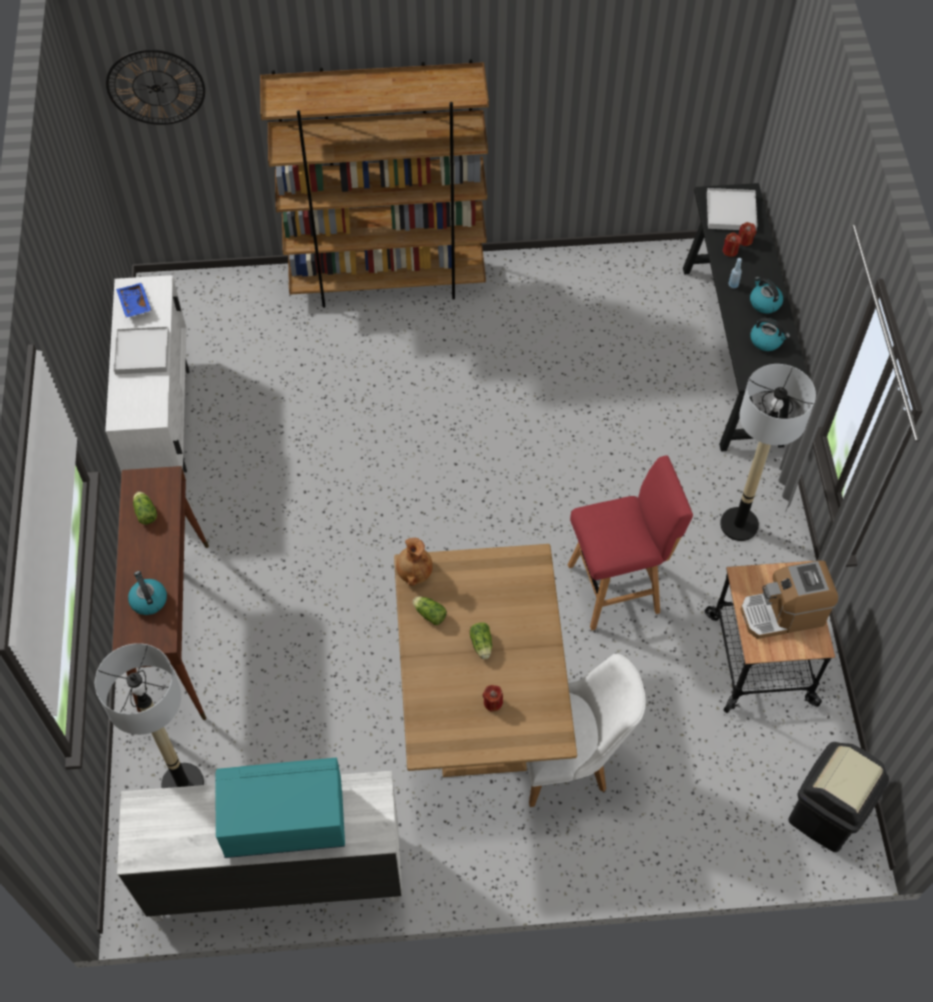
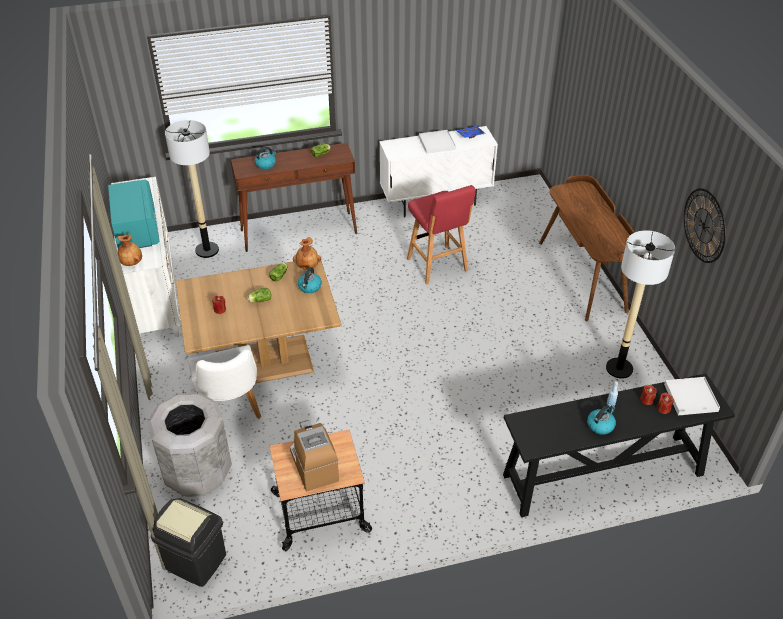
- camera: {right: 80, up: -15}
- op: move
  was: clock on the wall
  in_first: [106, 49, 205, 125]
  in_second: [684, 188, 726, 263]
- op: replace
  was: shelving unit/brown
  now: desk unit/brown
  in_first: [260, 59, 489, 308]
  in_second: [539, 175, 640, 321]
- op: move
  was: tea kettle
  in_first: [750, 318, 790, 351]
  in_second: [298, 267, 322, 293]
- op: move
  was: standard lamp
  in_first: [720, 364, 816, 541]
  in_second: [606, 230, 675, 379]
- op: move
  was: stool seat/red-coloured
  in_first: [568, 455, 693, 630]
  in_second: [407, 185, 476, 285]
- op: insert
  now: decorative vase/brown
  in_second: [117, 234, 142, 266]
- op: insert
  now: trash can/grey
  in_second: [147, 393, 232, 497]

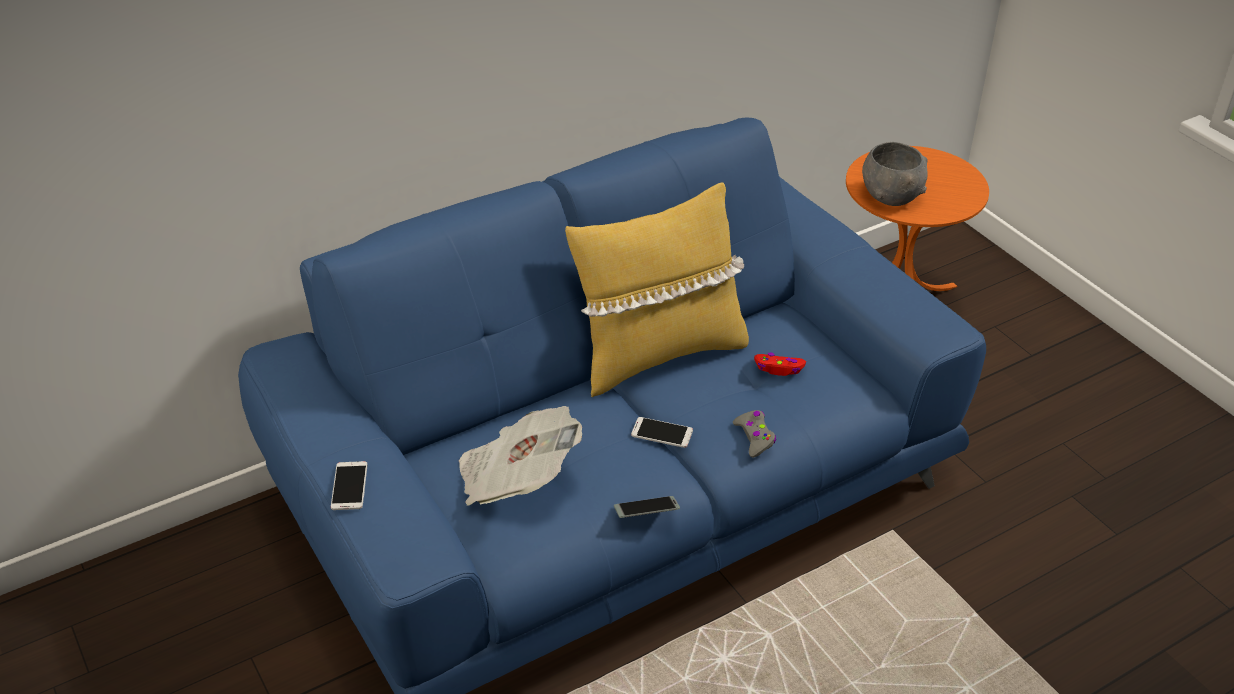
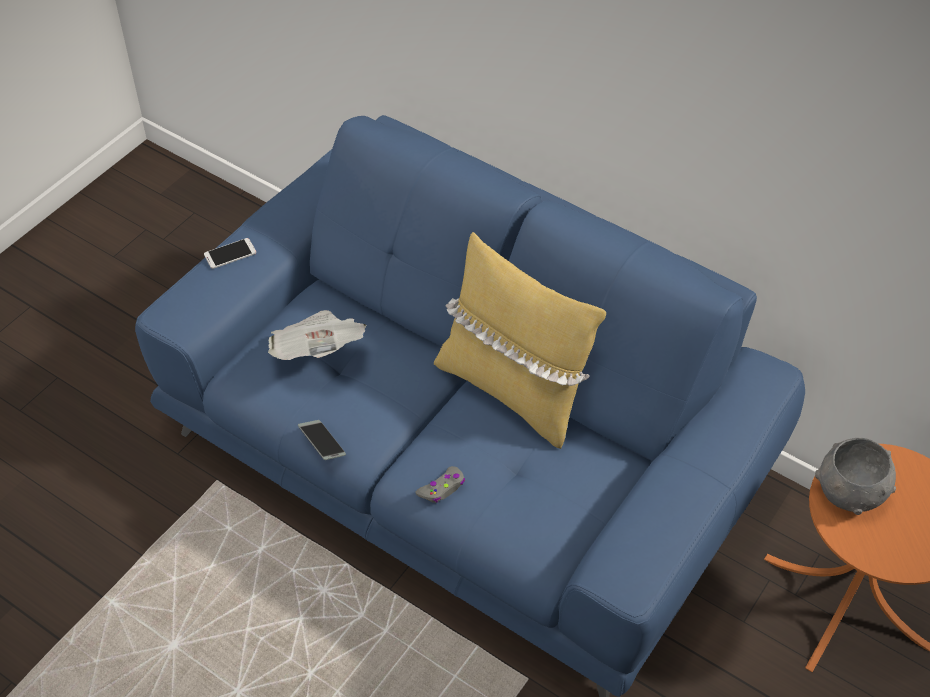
- camera: {right: 65, up: 10}
- op: delete
  was: game controller/red-coloured
  in_first: [754, 352, 806, 376]
- op: delete
  was: phone
  in_first: [631, 417, 693, 448]

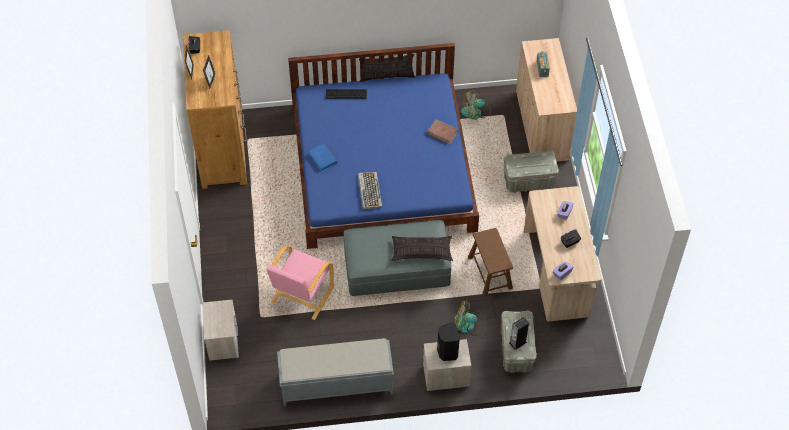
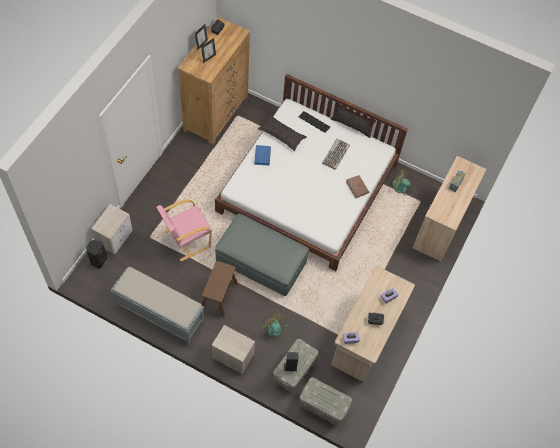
- camera: {right: 30, up: 5}
- op: recolor
  was: bedroom bed/blue-coloured
  now: bedroom bed/white-coloured
  in_first: [288, 43, 479, 249]
  in_second: [215, 74, 408, 271]
- op: move
  was: storage box/grey
  in_first: [504, 151, 559, 193]
  in_second: [300, 378, 352, 425]
- op: move
  was: PC keyboard
  in_first: [358, 172, 382, 210]
  in_second: [322, 139, 350, 170]
- op: move
  was: stool seat/brown
  in_first: [468, 228, 513, 297]
  in_second: [202, 261, 238, 317]
- op: move
  was: cushion
  in_first: [391, 236, 453, 261]
  in_second: [258, 115, 307, 151]
- op: move
  was: audio speaker/black
  in_first: [437, 322, 460, 361]
  in_second: [86, 240, 107, 269]

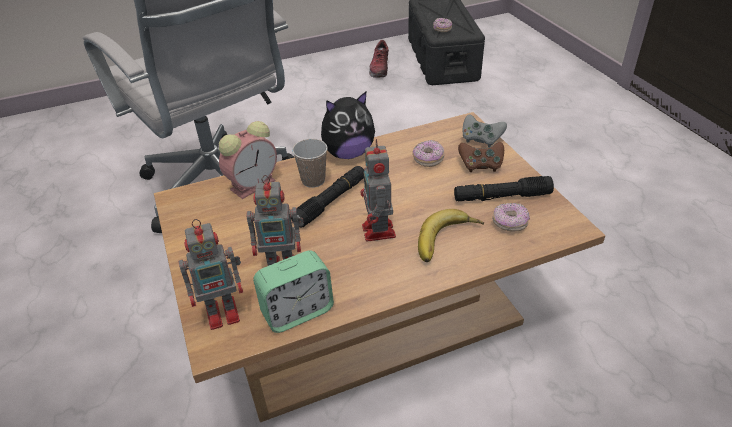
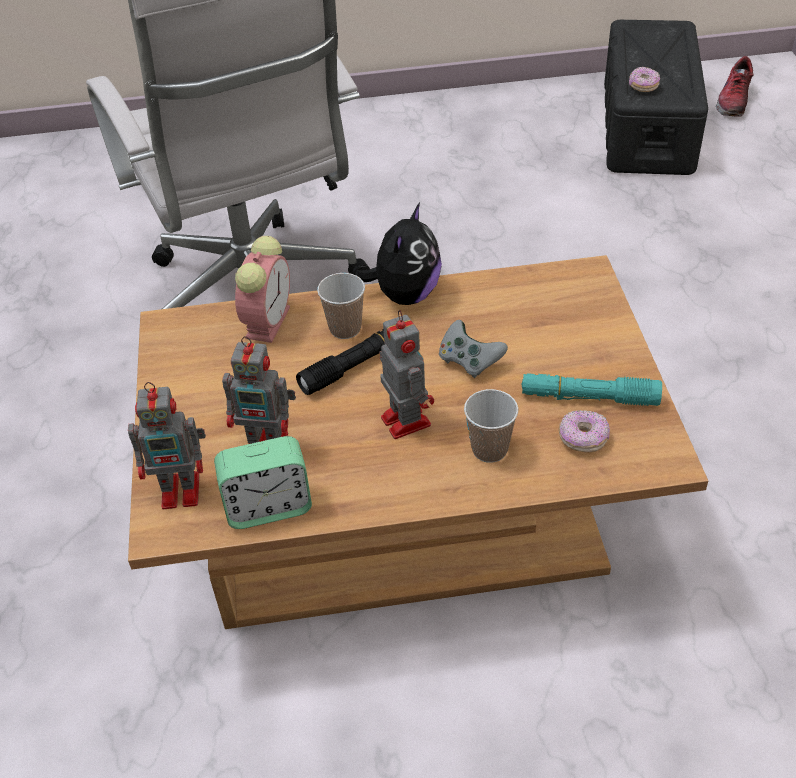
- camera: {right: 15, up: 5}
- op: move
  was: low shoe
  in_first: [369, 40, 389, 78]
  in_second: [716, 56, 754, 117]
- op: rotate
  was: plush toy
  in_first: [321, 92, 375, 159]
  in_second: [355, 203, 442, 305]
  clockwise: -60
- op: move
  was: game controller/grey
  in_first: [463, 114, 507, 147]
  in_second: [439, 320, 508, 378]
- op: rotate
  was: table clock
  in_first: [219, 121, 277, 199]
  in_second: [235, 236, 290, 343]
  clockwise: -45
- op: rotate
  was: robot figure
  in_first: [360, 139, 396, 242]
  in_second: [379, 310, 434, 439]
  clockwise: 150
- op: delete
  was: ring doughnut
  in_first: [413, 140, 444, 167]
- op: delete
  was: game controller/brown
  in_first: [458, 142, 504, 172]
- op: recolor
  was: torch/black
  now: torch/blue-green
  in_first: [454, 176, 554, 201]
  in_second: [522, 373, 662, 406]
- op: replace
  was: whole banana
  now: drinking cup
  in_first: [418, 209, 484, 262]
  in_second: [464, 389, 518, 463]

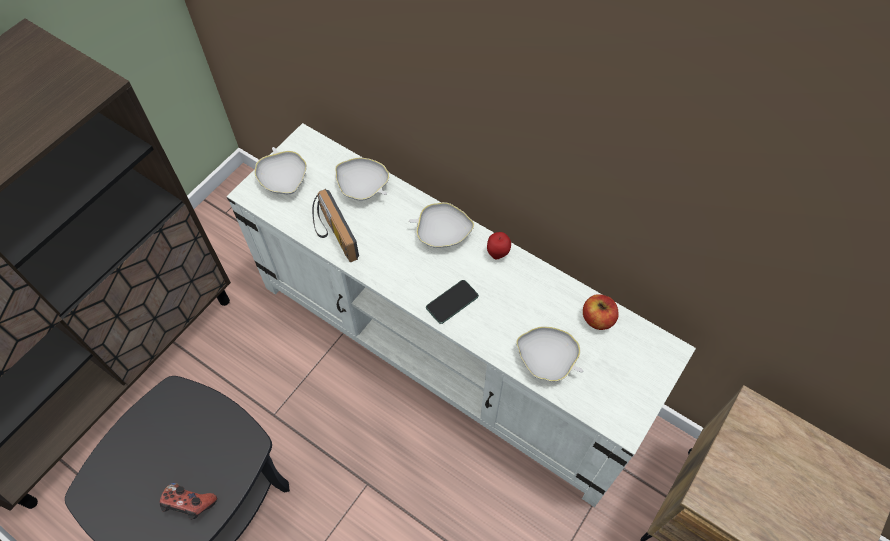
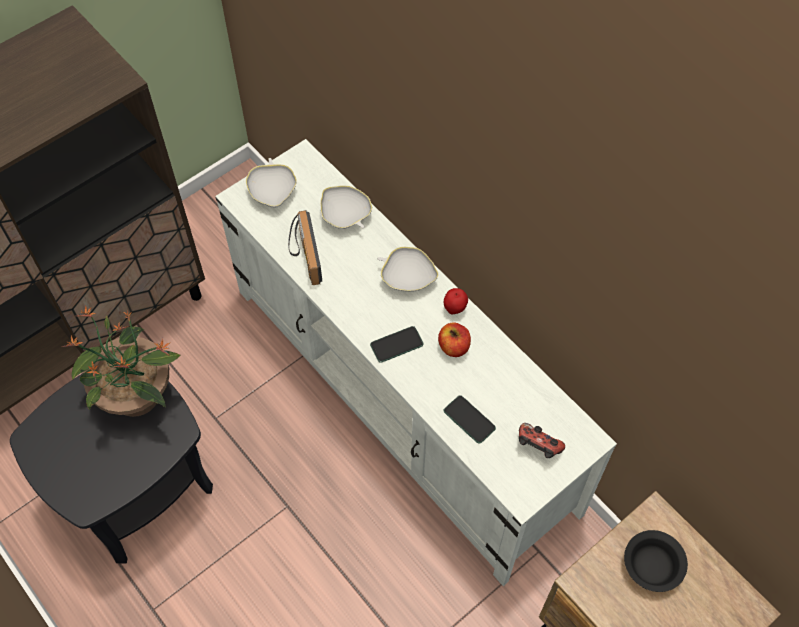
- camera: {right: 15, up: 0}
- op: move
  was: whole apple
  in_first: [583, 294, 619, 330]
  in_second: [438, 322, 471, 357]
- op: replace
  was: bowl/white-coloured
  now: phone
  in_first: [516, 326, 583, 382]
  in_second: [444, 395, 496, 444]
- op: move
  was: game controller
  in_first: [160, 483, 217, 520]
  in_second: [519, 423, 565, 458]
- op: insert
  now: houseplant
  in_second: [62, 306, 180, 417]
- op: insert
  now: bowl/black
  in_second: [624, 530, 688, 592]

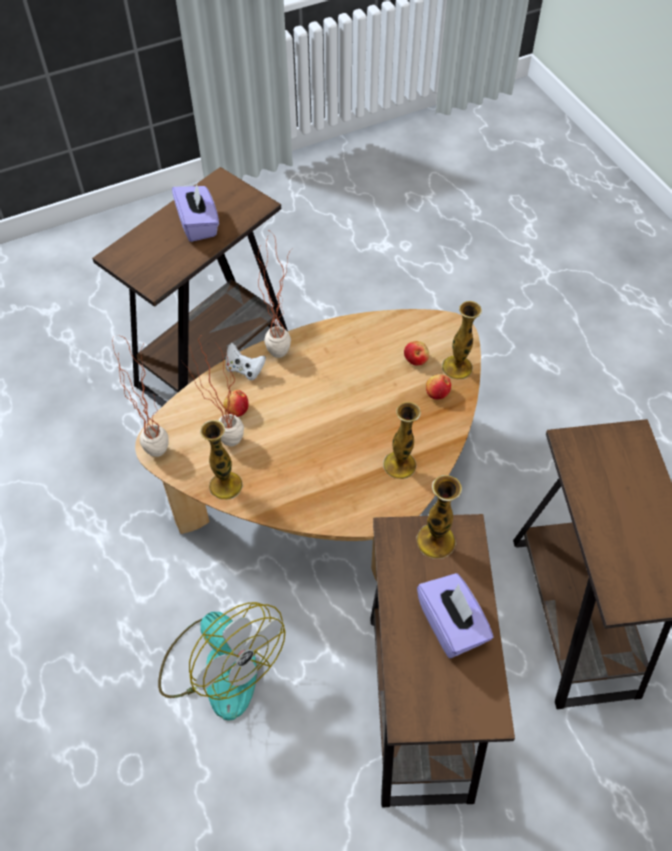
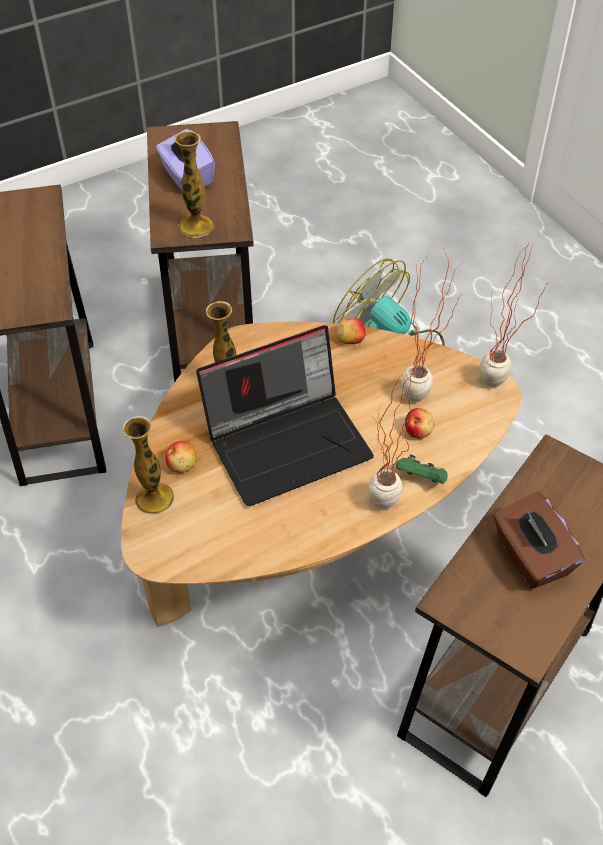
- camera: {right: 175, up: -5}
- op: recolor
  was: tissue box/purple-coloured
  now: tissue box/brown
  in_first: [172, 184, 219, 242]
  in_second: [493, 491, 585, 588]
- op: move
  was: whole apple
  in_first: [404, 341, 429, 365]
  in_second: [337, 318, 366, 344]
- op: recolor
  was: game controller/white-coloured
  now: game controller/green-coloured
  in_first: [226, 343, 266, 380]
  in_second: [396, 454, 447, 484]
- op: delete
  was: decorative vase
  in_first: [200, 420, 243, 500]
- op: insert
  now: notebook computer
  in_second: [196, 325, 374, 506]

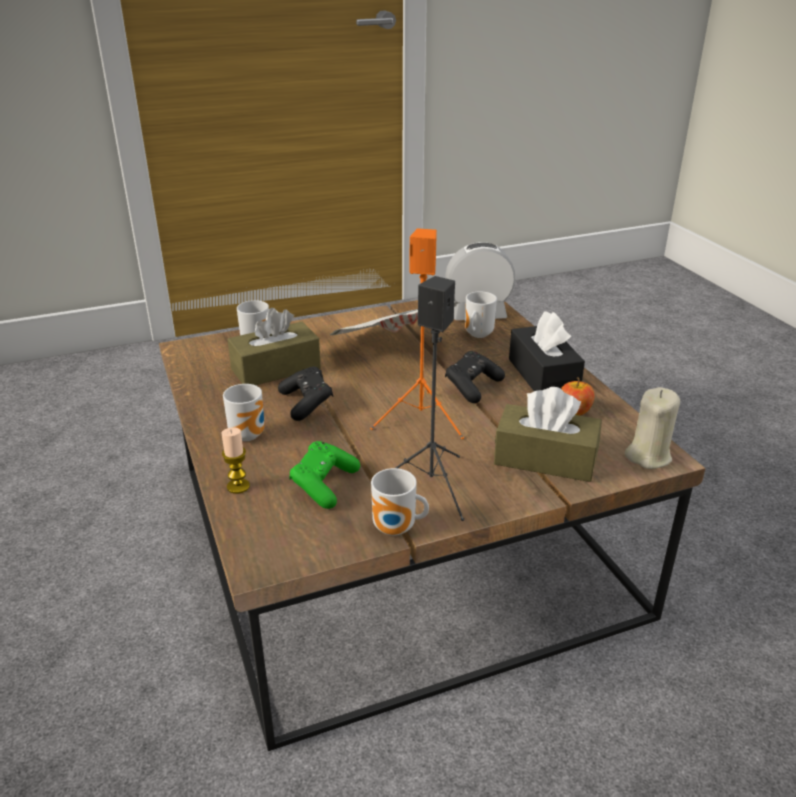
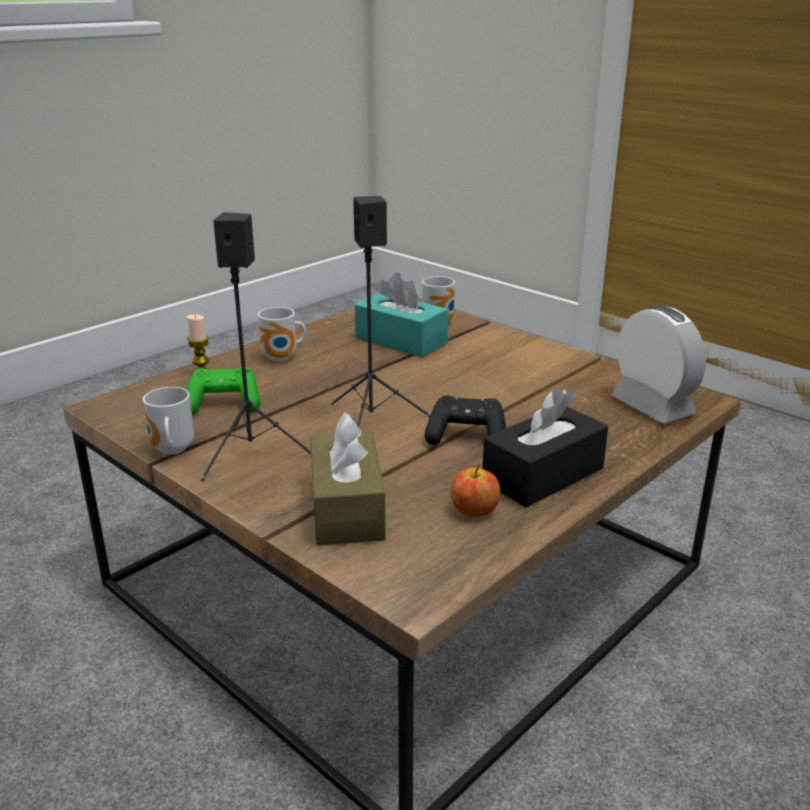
- camera: {right: 65, up: -5}
- op: recolor
  was: audio speaker/orange
  now: audio speaker/black
  in_first: [370, 228, 464, 439]
  in_second: [331, 196, 431, 427]
- op: delete
  was: tea mug
  in_first: [465, 292, 497, 338]
- op: delete
  was: printed paper
  in_first: [330, 302, 459, 336]
- op: recolor
  was: tissue box/brown
  now: tissue box/blue-green
  in_first: [227, 308, 321, 385]
  in_second: [355, 272, 449, 357]
- op: delete
  was: game controller/black
  in_first: [278, 367, 334, 421]
- op: delete
  was: wax light/sand-coloured
  in_first: [625, 387, 680, 469]

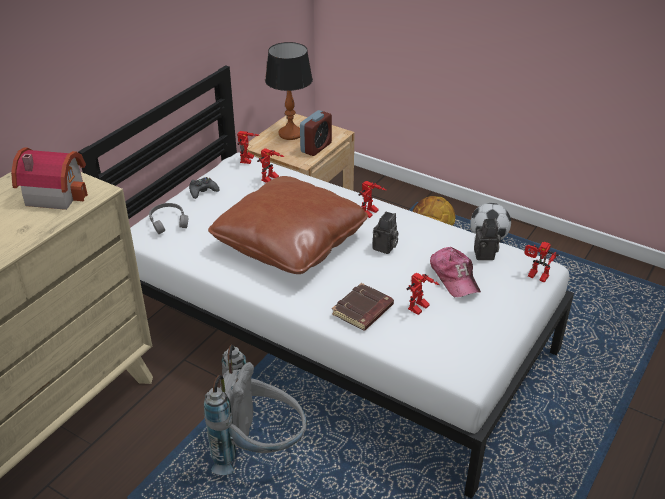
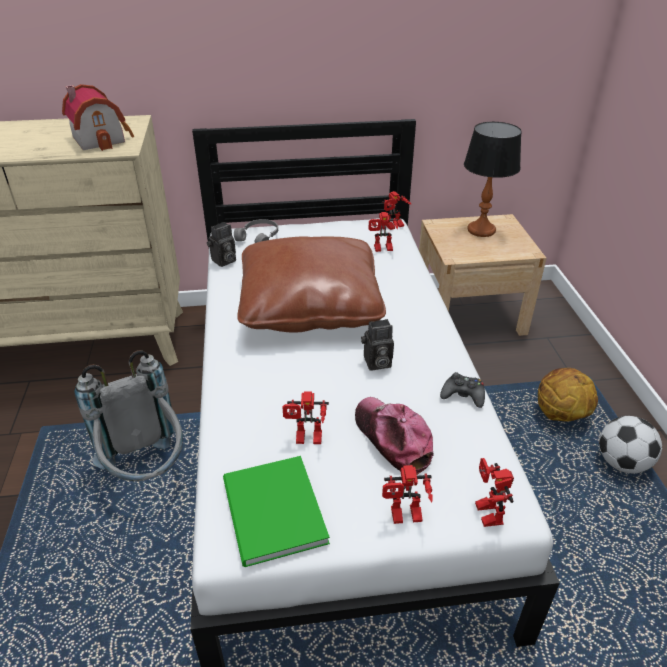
- camera: {right: 50, up: 0}
- op: delete
  was: table clock
  in_first: [300, 110, 332, 156]
- op: move
  was: game controller/black
  in_first: [189, 177, 219, 199]
  in_second: [440, 372, 485, 408]
- op: move
  was: robot figure
  in_first: [358, 181, 386, 218]
  in_second: [382, 465, 433, 524]
- op: move
  was: photo camera
  in_first: [474, 218, 501, 260]
  in_second: [207, 222, 236, 267]
- op: rotate
  was: cap
  in_first: [430, 247, 481, 297]
  in_second: [355, 397, 433, 475]
  clockwise: 120
- op: delete
  was: volume/brown
  in_first: [332, 283, 394, 331]
- op: insert
  now: volume/green-coloured
  in_second: [223, 456, 330, 567]

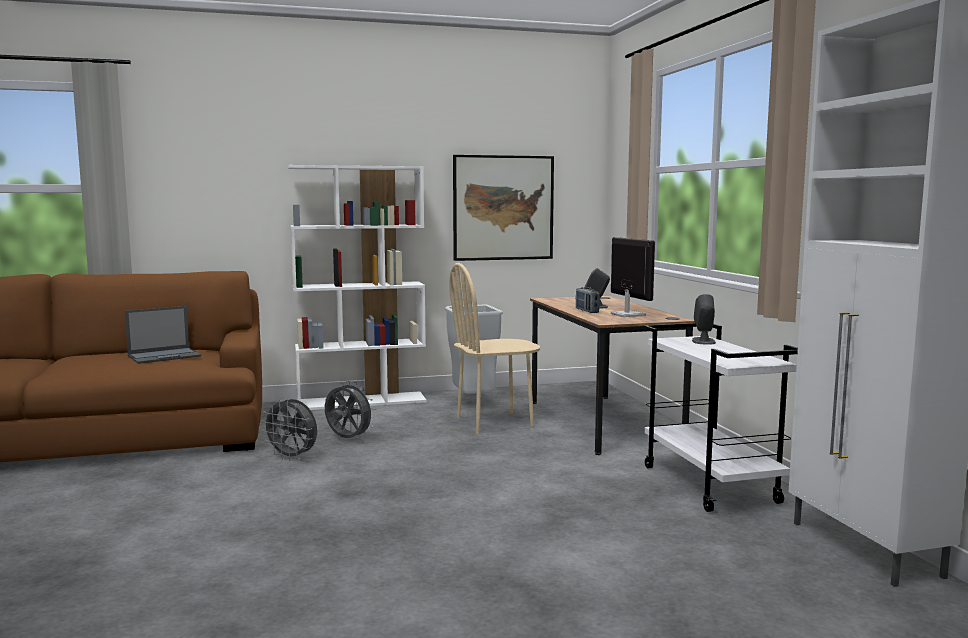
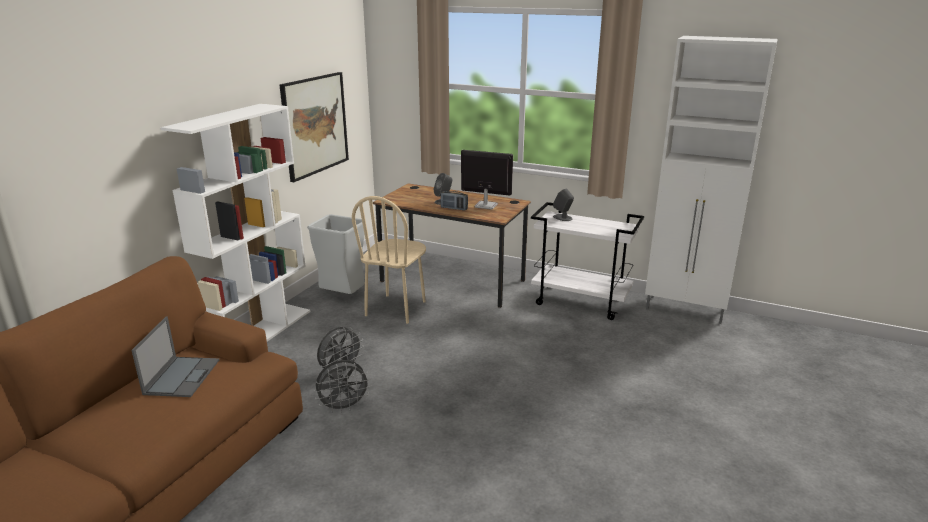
- camera: {right: -50, up: 15}
- op: rotate
  was: fan/grey
  in_first: [325, 381, 375, 439]
  in_second: [317, 327, 364, 375]
  clockwise: 150

